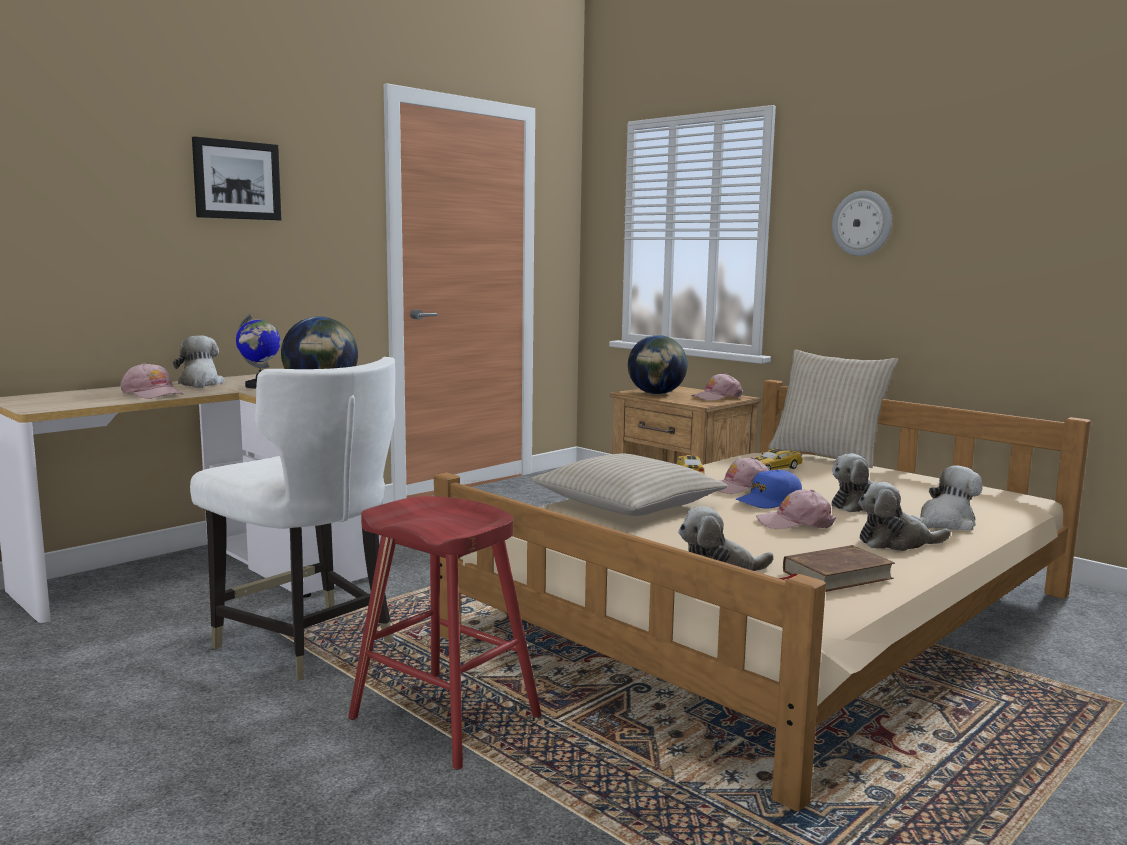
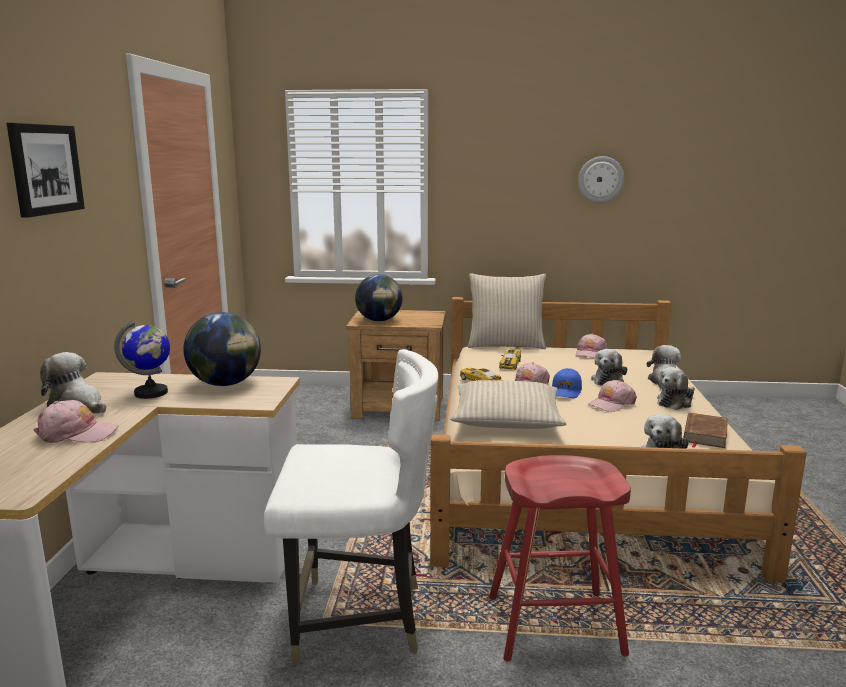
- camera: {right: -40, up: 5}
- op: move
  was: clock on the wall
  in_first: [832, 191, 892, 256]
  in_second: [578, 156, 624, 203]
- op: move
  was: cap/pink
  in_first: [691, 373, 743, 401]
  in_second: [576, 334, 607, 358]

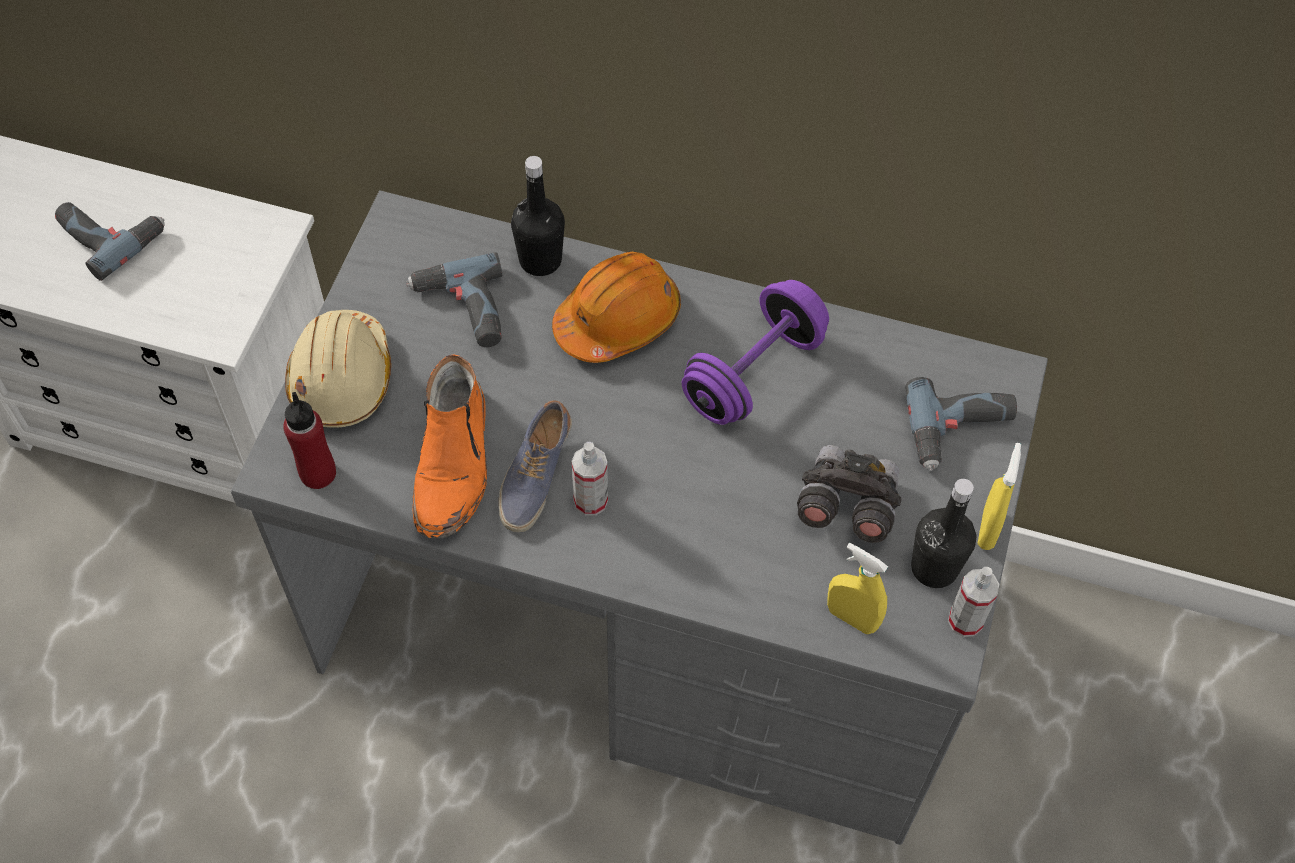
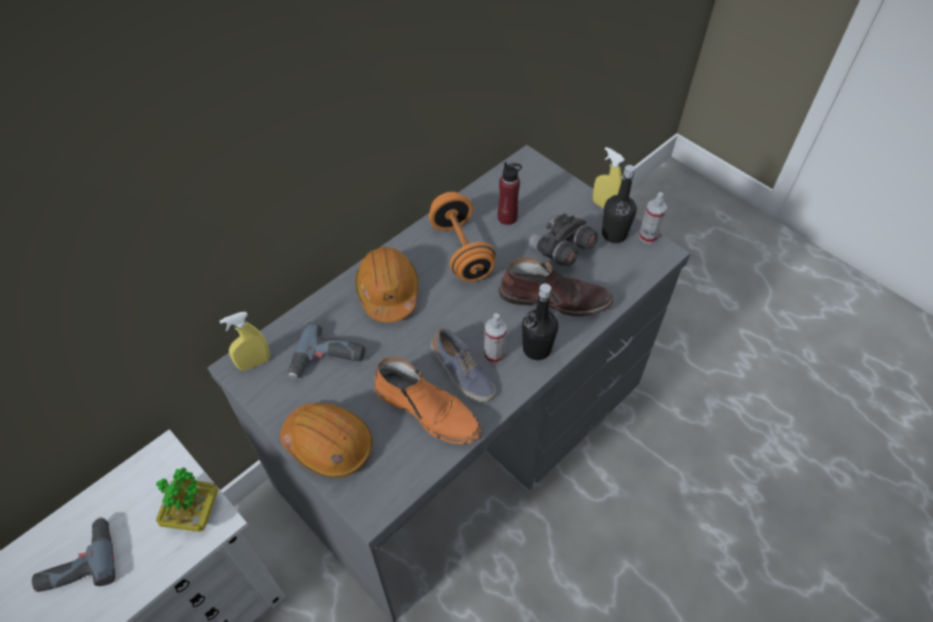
- camera: {right: -60, up: -5}
- op: move
  was: beverage bottle/black
  in_first: [511, 156, 565, 276]
  in_second: [522, 284, 558, 360]
- op: recolor
  was: free weight/purple-coloured
  now: free weight/orange
  in_first: [682, 280, 829, 425]
  in_second: [429, 192, 496, 282]
- op: recolor
  was: safety helmet/sand-coloured
  now: safety helmet/orange
  in_first: [285, 310, 391, 428]
  in_second: [280, 403, 373, 478]
- op: delete
  was: power drill
  in_first: [905, 377, 1017, 471]
- op: move
  was: beverage bottle/red-coloured
  in_first: [283, 392, 336, 489]
  in_second: [498, 162, 522, 225]
- op: move
  was: sprayer/yellowish
  in_first: [827, 543, 888, 634]
  in_second: [219, 312, 270, 371]
- op: insert
  now: boot/brown
  in_second: [499, 257, 613, 316]
- op: insert
  now: houseplant
  in_second: [156, 468, 219, 532]

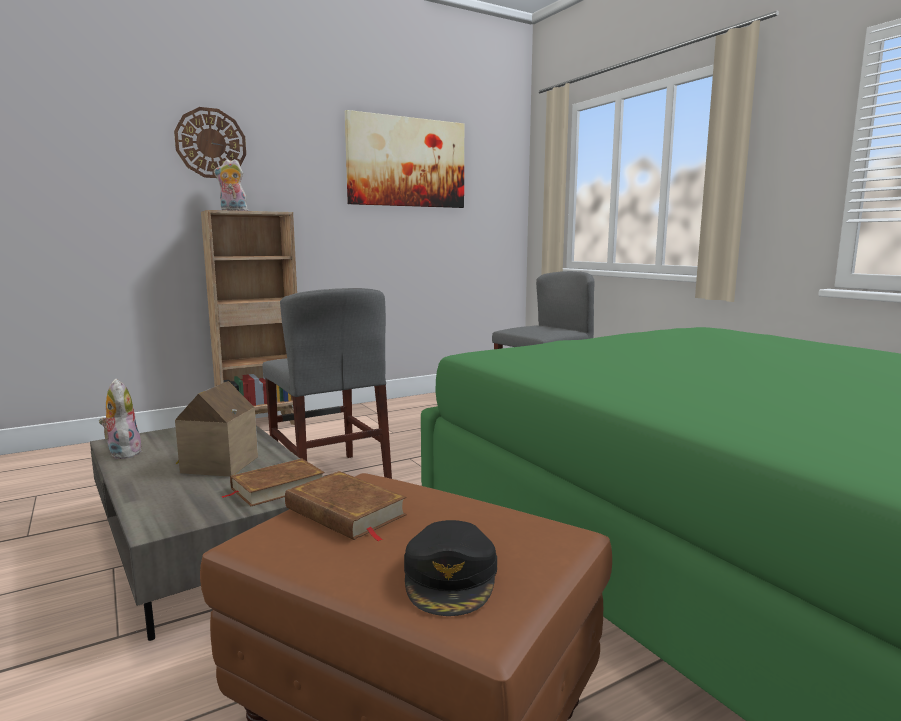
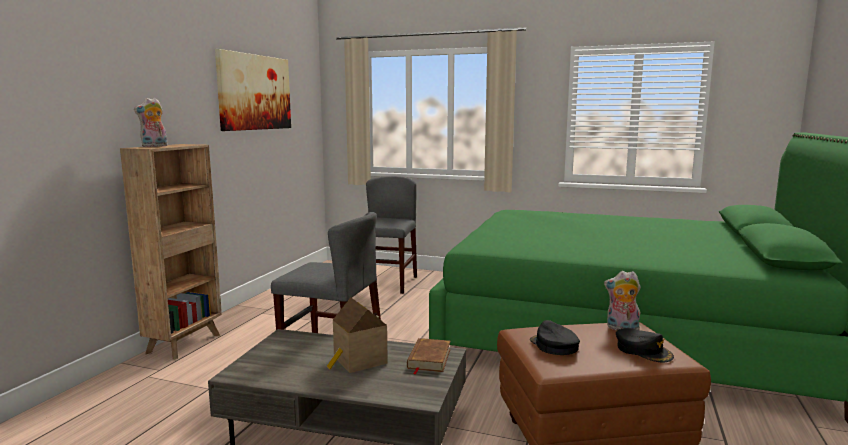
- camera: {right: -40, up: 0}
- op: delete
  was: clock on the wall
  in_first: [174, 107, 246, 178]
- op: move
  was: plush toy
  in_first: [99, 379, 142, 459]
  in_second: [604, 271, 641, 330]
- op: replace
  was: volume/brown
  now: cap/black
  in_first: [285, 471, 407, 542]
  in_second: [530, 320, 580, 355]

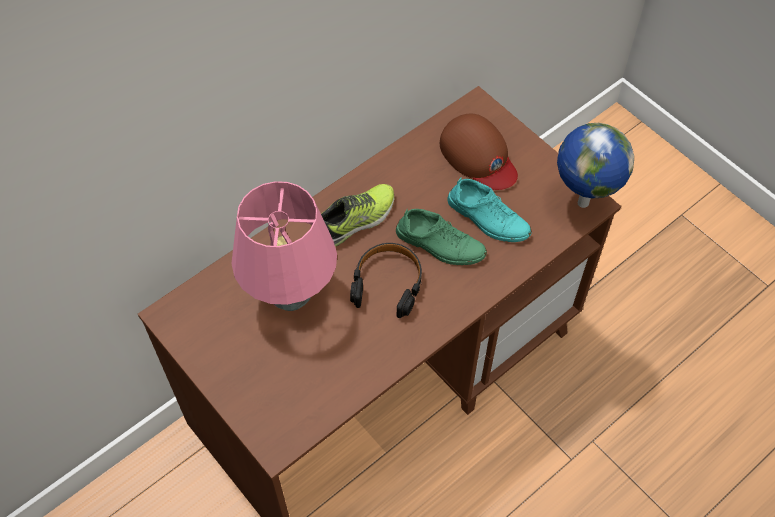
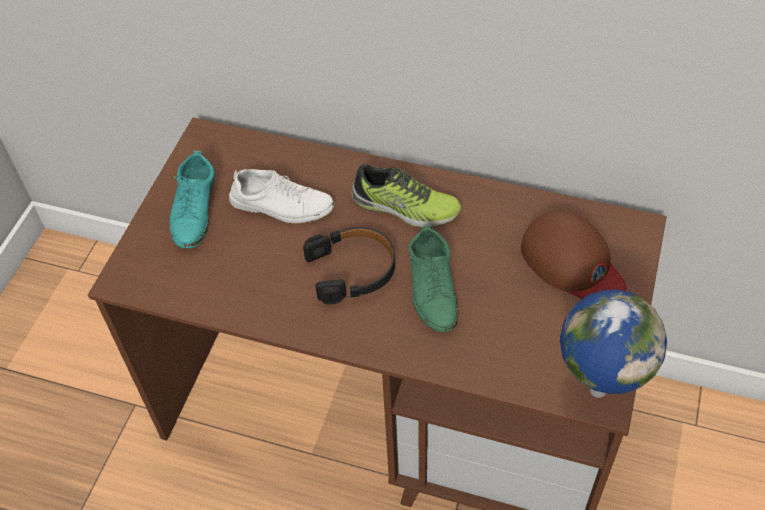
- camera: {right: 60, up: -5}
- op: rotate
  was: cap/brown
  in_first: [440, 114, 518, 190]
  in_second: [521, 210, 626, 299]
  clockwise: -60
- op: move
  was: low shoe/blue-green
  in_first: [447, 177, 531, 242]
  in_second: [169, 151, 215, 248]
- op: replace
  was: lamp for a table/pink
  now: low shoe/white-coloured
  in_first: [231, 181, 337, 311]
  in_second: [229, 169, 335, 223]

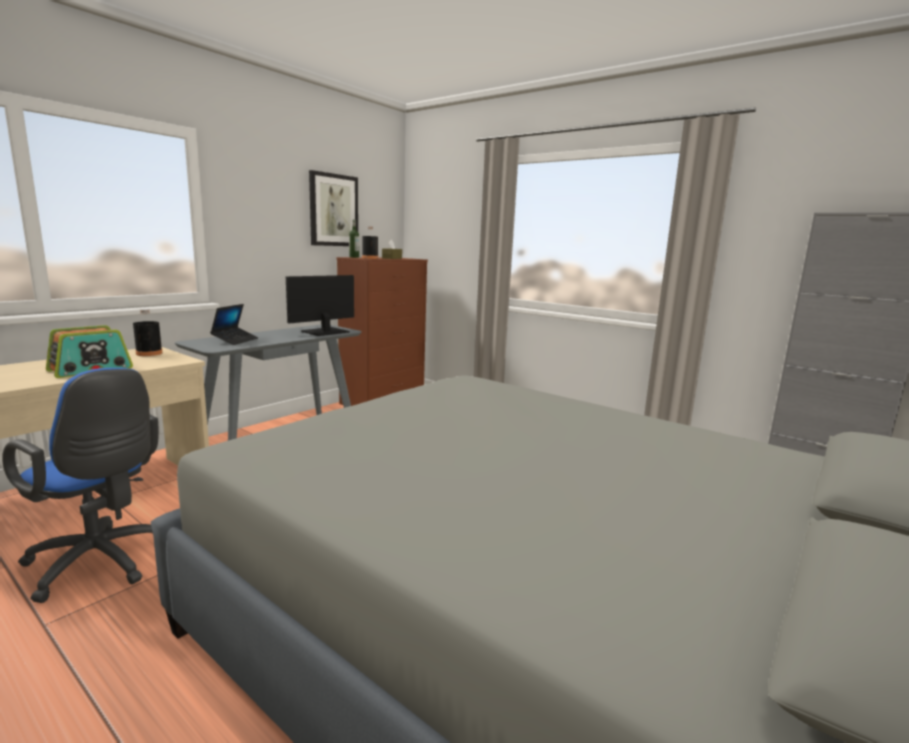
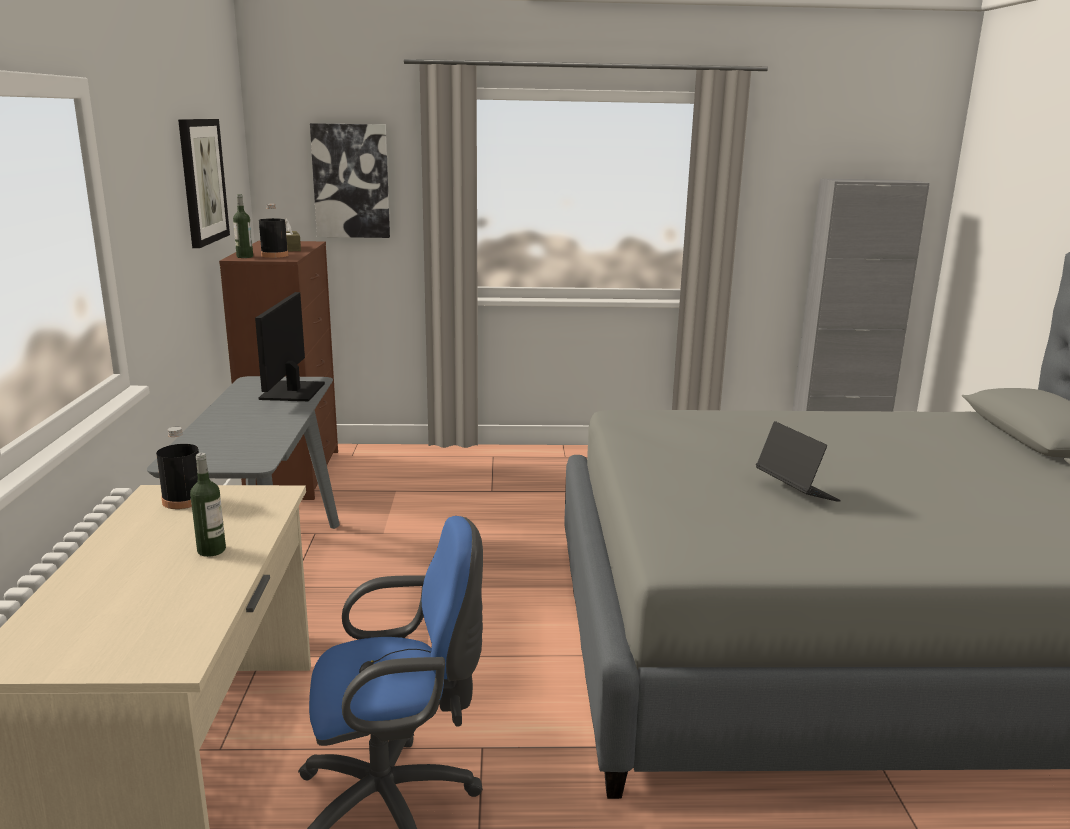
- camera: {right: -40, up: 5}
- op: move
  was: notebook computer
  in_first: [210, 304, 258, 345]
  in_second: [756, 421, 841, 502]
- op: replace
  was: radio receiver
  now: beverage bottle
  in_first: [46, 325, 133, 378]
  in_second: [190, 453, 226, 557]
- op: insert
  now: wall art
  in_second: [310, 123, 390, 238]

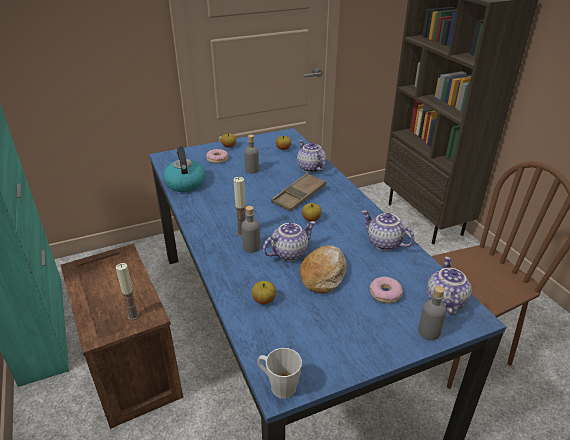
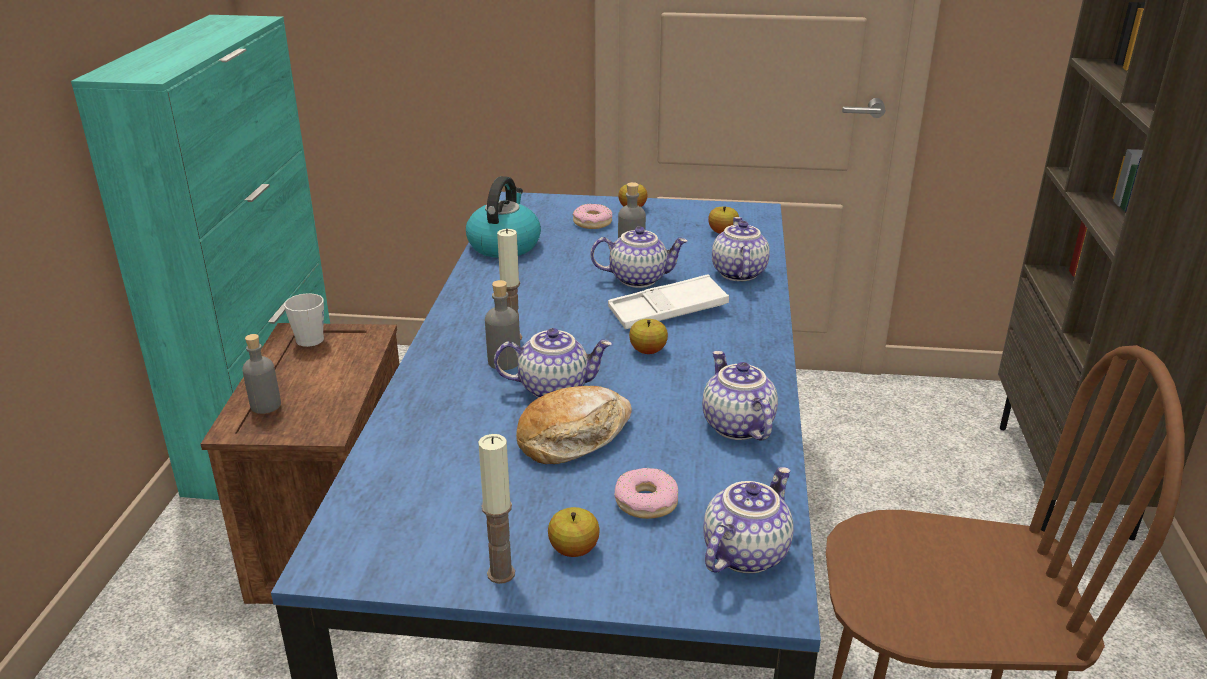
- camera: {right: 30, up: -5}
- op: recolor
  was: carrying tray/brown
  now: carrying tray/white-coloured
  in_first: [271, 173, 326, 212]
  in_second: [608, 274, 729, 329]
- op: move
  was: wax light
  in_first: [116, 263, 139, 320]
  in_second: [478, 434, 515, 584]
- op: move
  was: whole apple
  in_first: [252, 281, 276, 304]
  in_second: [548, 507, 600, 557]
- op: move
  was: beverage bottle/grey
  in_first: [418, 286, 447, 340]
  in_second: [242, 334, 281, 414]
- op: move
  was: tea mug/grey
  in_first: [257, 348, 302, 399]
  in_second: [284, 293, 324, 347]
- op: insert
  now: pot for tea
  in_second: [590, 226, 688, 288]

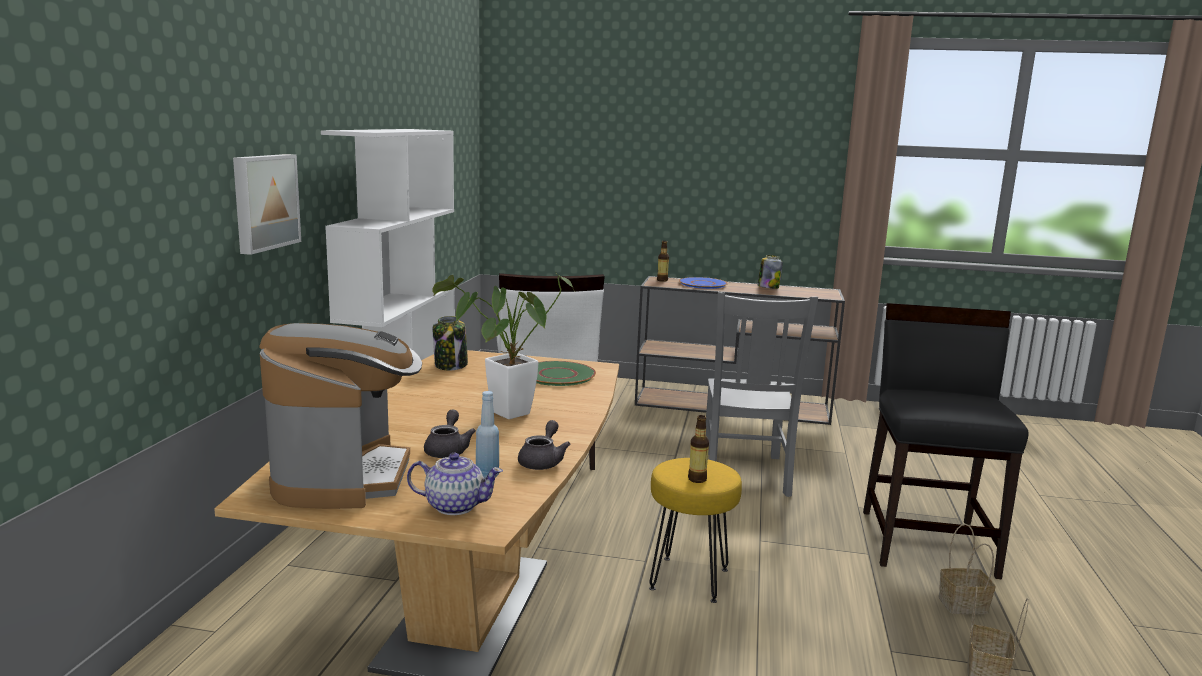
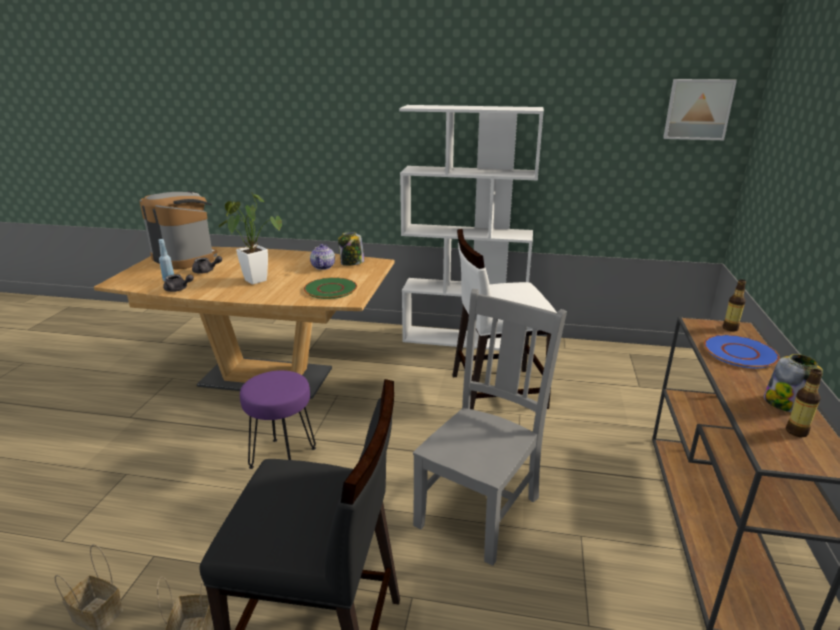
- camera: {right: 90, up: 10}
- op: move
  was: wall art
  in_first: [233, 154, 301, 255]
  in_second: [663, 79, 737, 140]
- op: rotate
  was: plain chair/grey
  in_first: [706, 292, 818, 497]
  in_second: [413, 289, 567, 566]
  clockwise: 120
- op: rotate
  was: coffee maker
  in_first: [259, 323, 422, 509]
  in_second: [139, 191, 218, 269]
  clockwise: -135
- op: move
  was: beverage bottle
  in_first: [688, 415, 709, 483]
  in_second: [786, 369, 822, 437]
- op: move
  was: pot for tea
  in_first: [407, 453, 503, 515]
  in_second: [310, 244, 335, 270]
- op: recolor
  was: stool seat/yellowish
  now: stool seat/purple-coloured
  in_first: [649, 458, 742, 603]
  in_second: [240, 370, 316, 469]

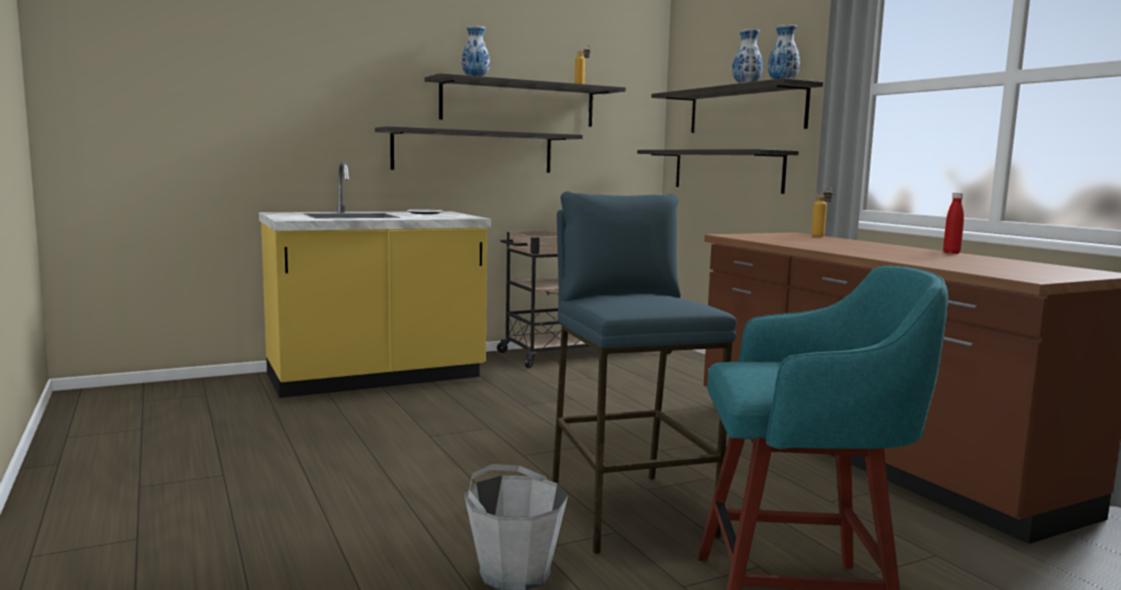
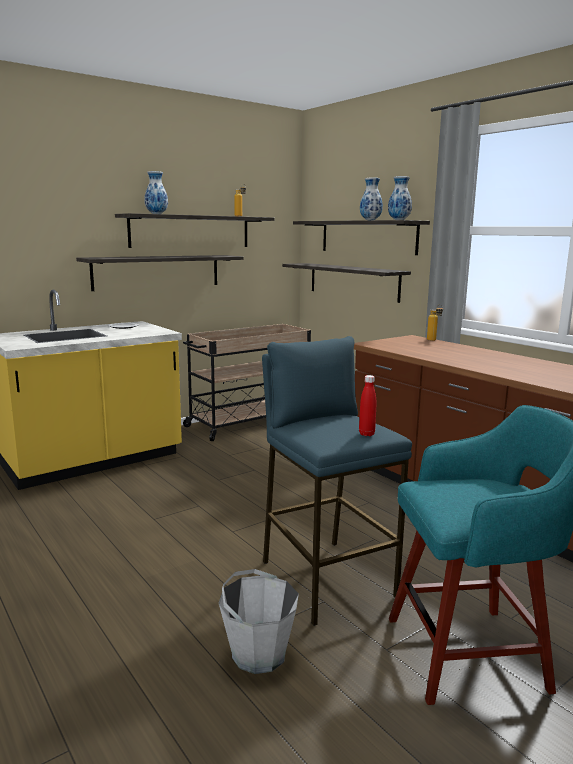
- camera: {right: -10, up: 5}
- op: move
  was: beverage bottle/red-coloured
  in_first: [943, 192, 964, 254]
  in_second: [359, 375, 376, 436]

